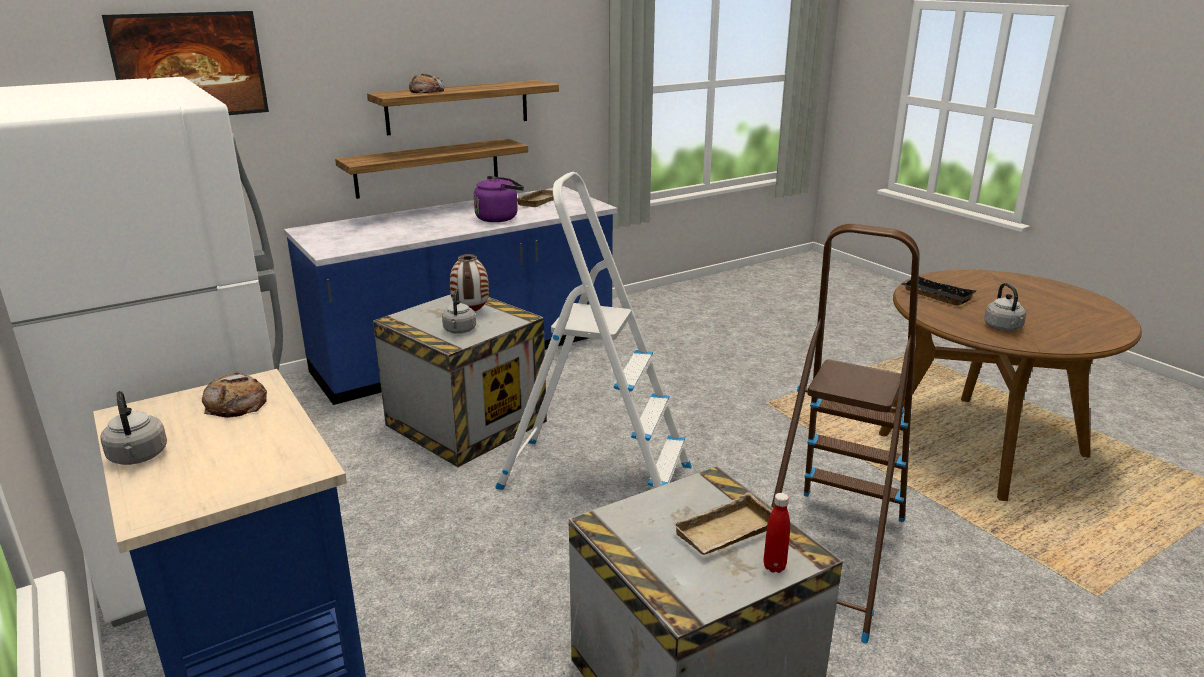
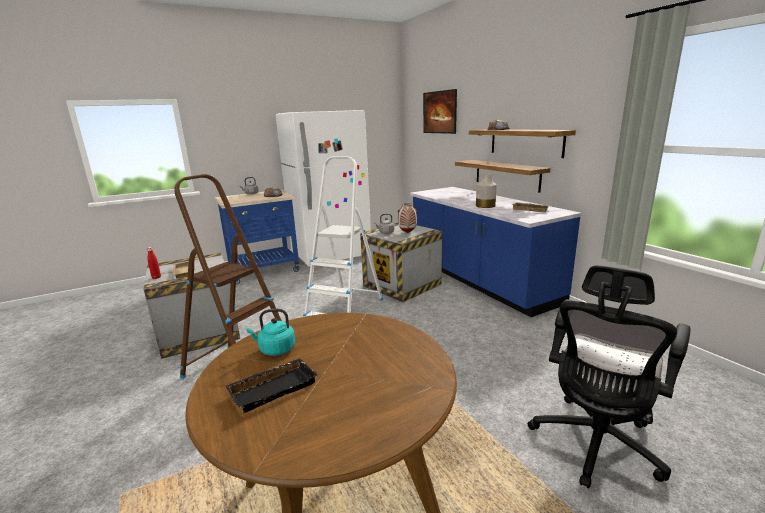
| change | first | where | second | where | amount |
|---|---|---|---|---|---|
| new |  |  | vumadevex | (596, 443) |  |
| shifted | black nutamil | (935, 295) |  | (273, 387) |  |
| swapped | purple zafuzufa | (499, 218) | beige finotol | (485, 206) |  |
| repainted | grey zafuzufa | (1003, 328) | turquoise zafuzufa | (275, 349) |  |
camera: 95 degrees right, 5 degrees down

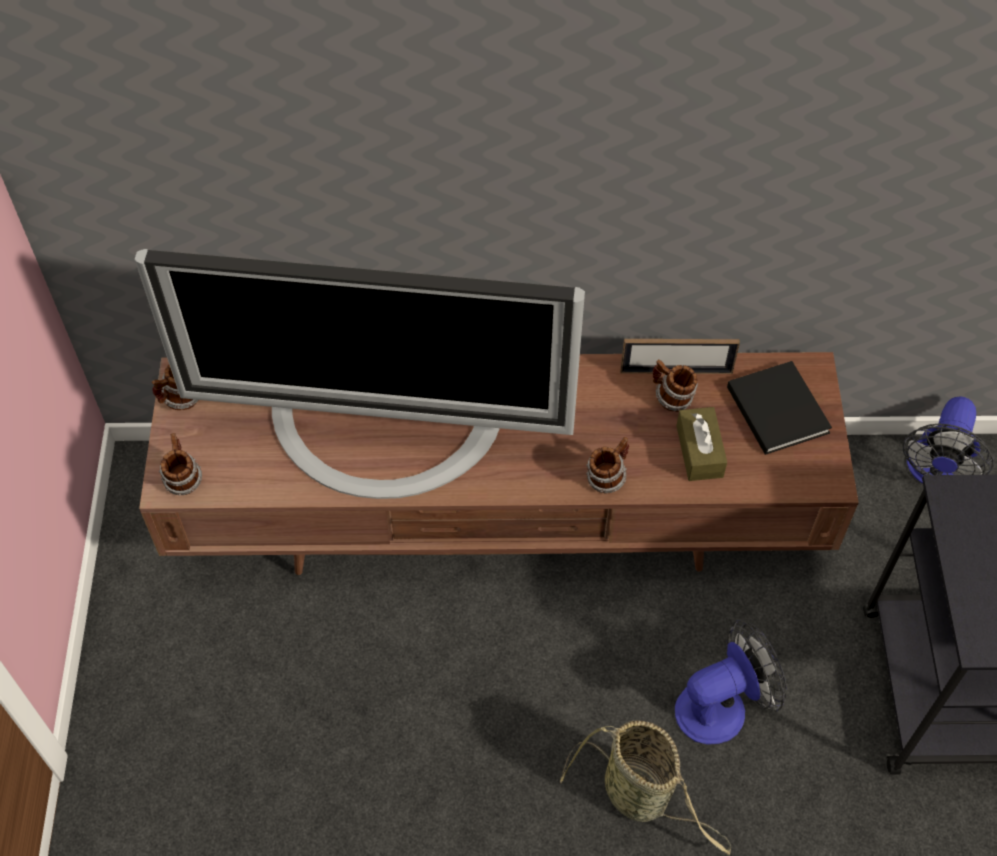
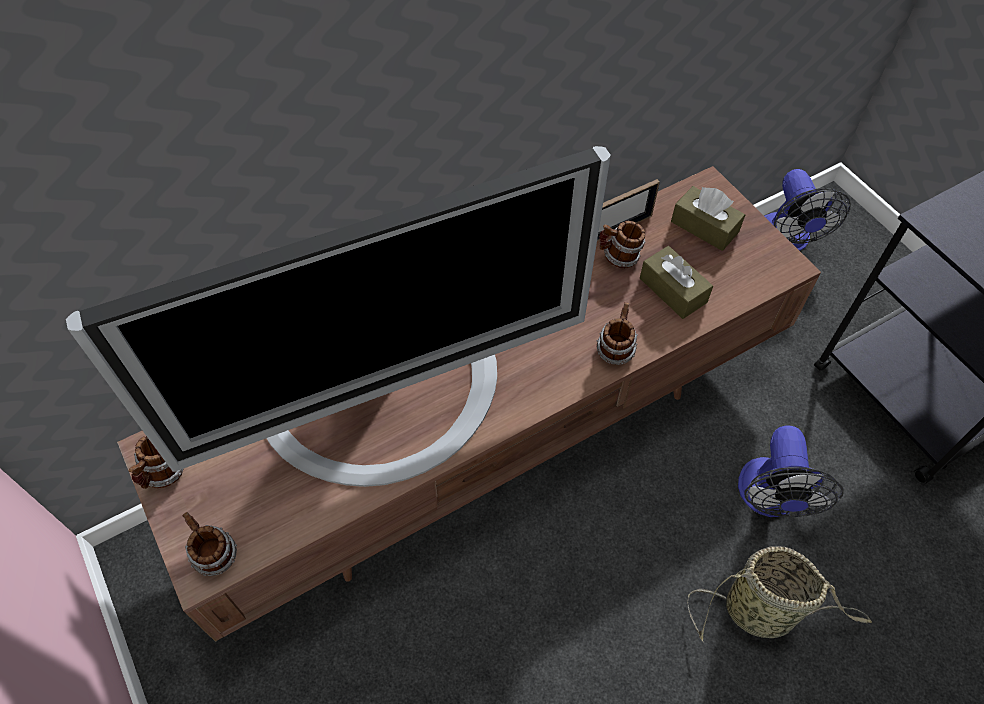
| change | first | where | second | where | amount |
|---|---|---|---|---|---|
| swapped | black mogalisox | (776, 407) | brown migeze | (704, 227) |  |
| rotated | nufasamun | (722, 706) |  | (770, 499) | 150 degrees clockwise |
camera: 30 degrees left, 0 degrees up

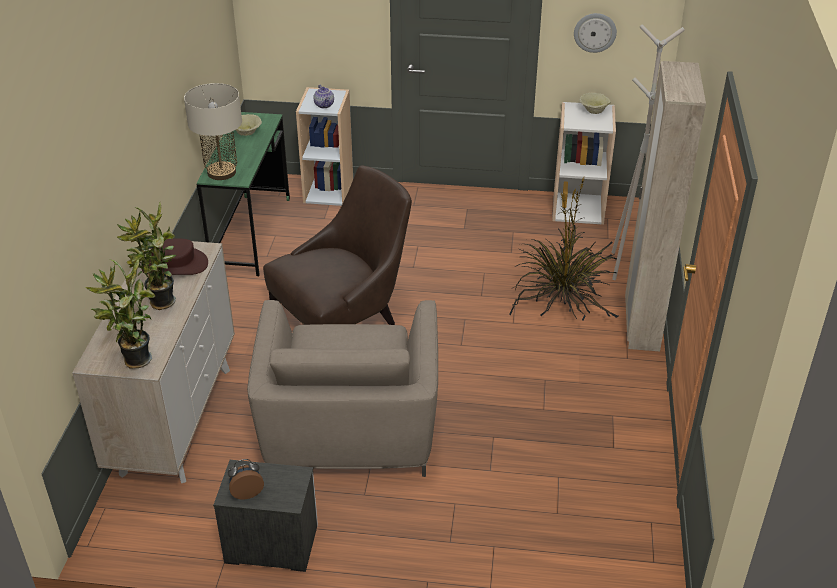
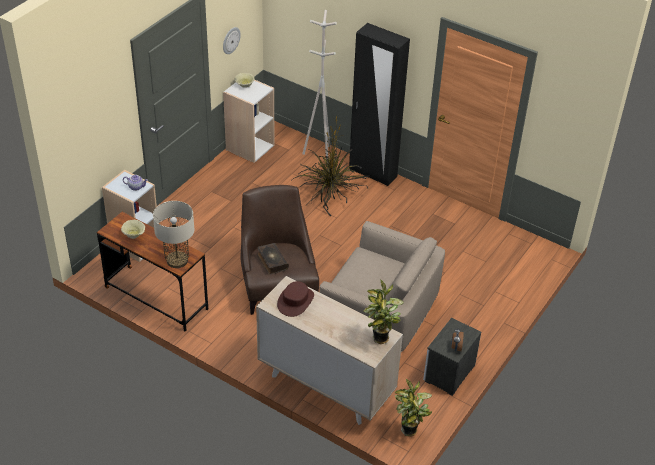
| change | first | where | second | where | amount |
|---|---|---|---|---|---|
| new |  |  | mogalisox | (272, 262) |  |
| shifted | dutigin | (159, 303) |  | (409, 432) |  |
| repainted | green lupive | (251, 234) | brown lupive | (156, 298) |  |
| repainted | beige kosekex | (641, 325) | black kosekex | (372, 173) |  |
camera: 65 degrees left, 5 degrees up

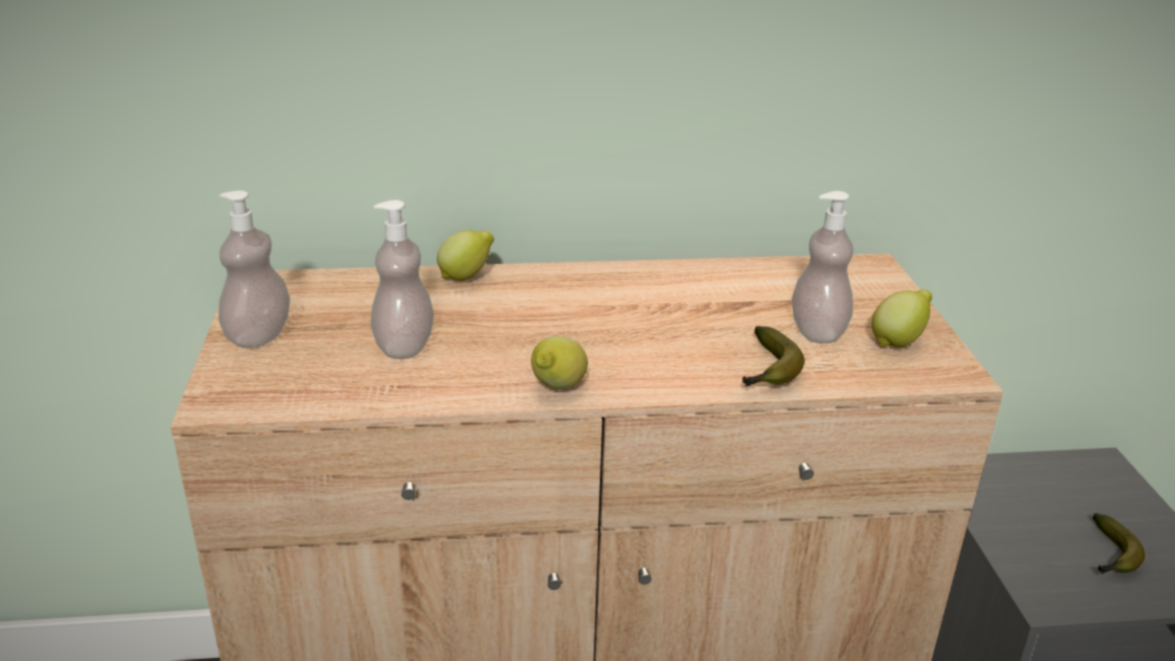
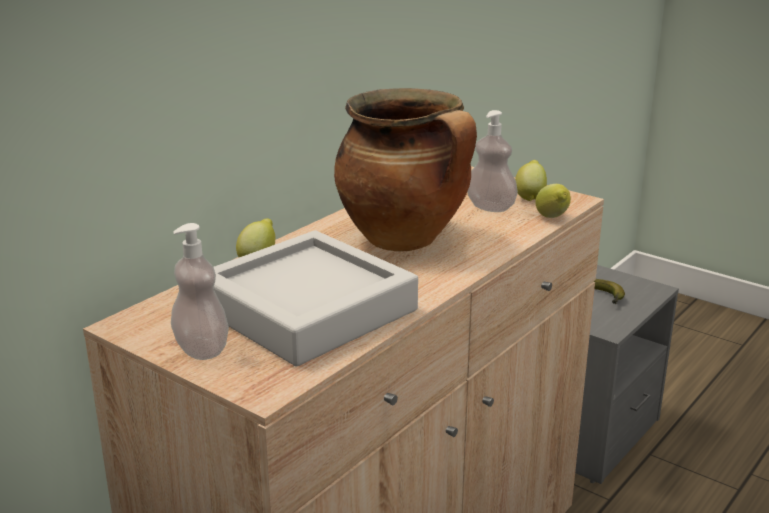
| change | first | where | second | where | amount |
|---|---|---|---|---|---|
| gone | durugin | (768, 371) |  |  |  |
| new |  |  | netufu | (405, 240) |  |
| shifted | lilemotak | (557, 389) |  | (552, 218) |  |
| swapped | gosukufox | (404, 346) | grey nutamil | (307, 309) |  |
camera: 45 degrees left, 5 degrees down

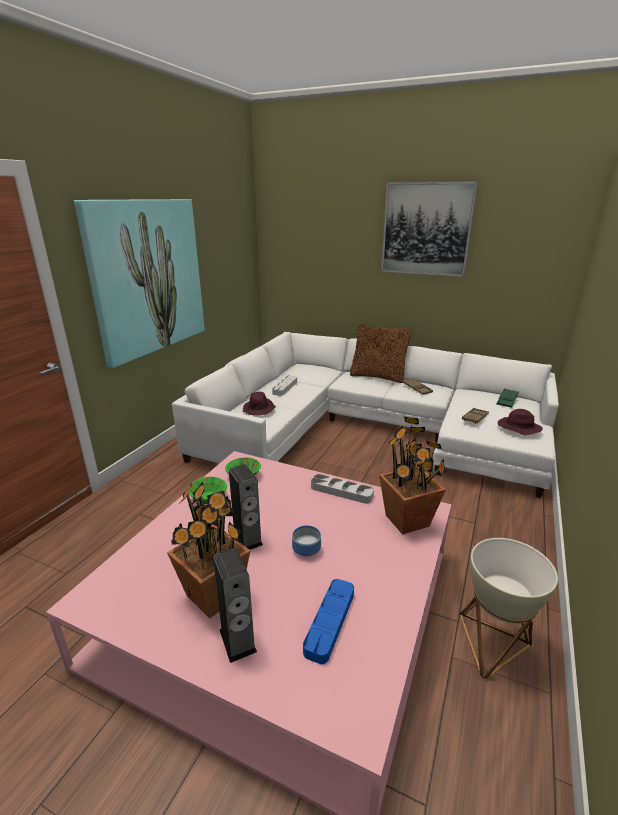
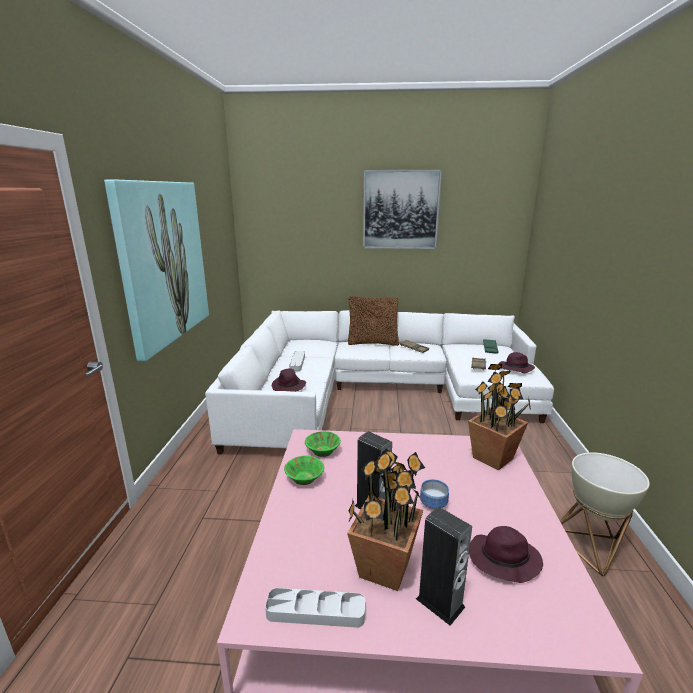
| change | first | where | second | where | amount |
|---|---|---|---|---|---|
| shifted | grey nutamil | (341, 491) |  | (316, 611) |  |
| swapped | blue nutamil | (330, 622) | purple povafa | (503, 560) |  |
camera: 20 degrees left, 5 degrees down

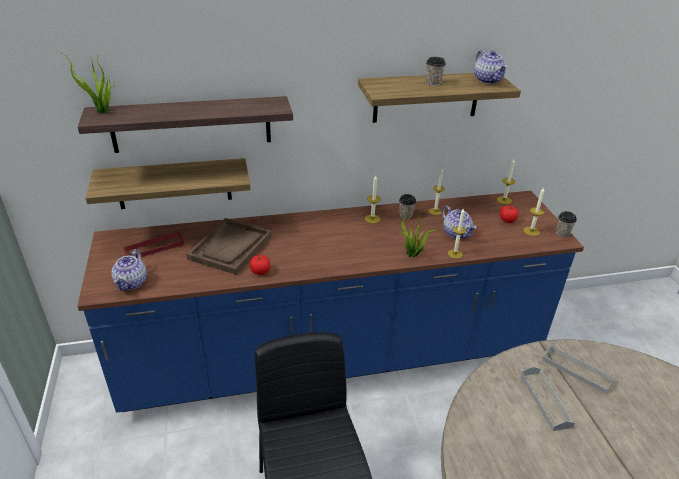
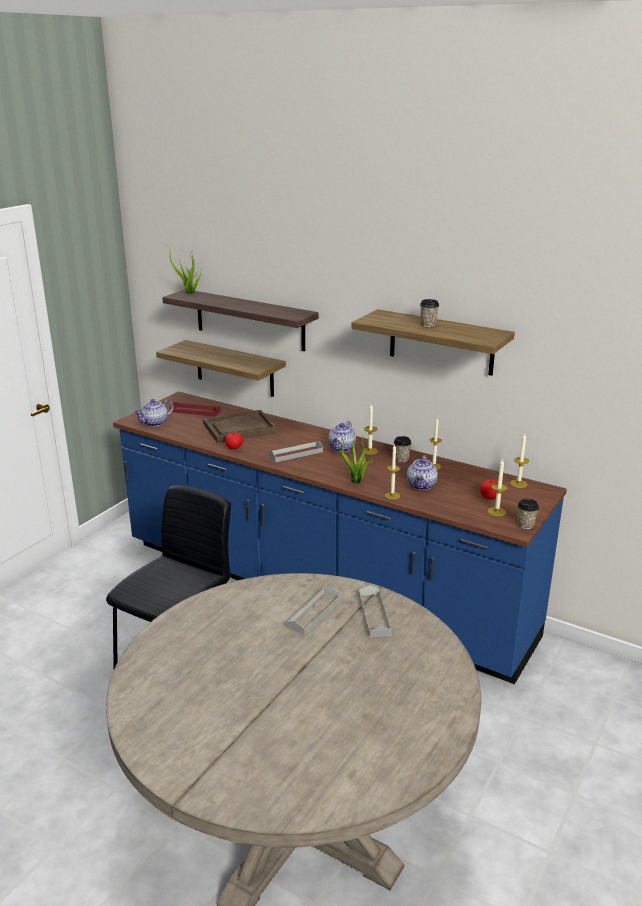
| change | first | where | second | where | amount |
|---|---|---|---|---|---|
| new |  |  | grey nutamil | (296, 453) |  |
| shifted | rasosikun | (488, 80) |  | (342, 448) |  |
camera: 45 degrees right, 10 degrees down

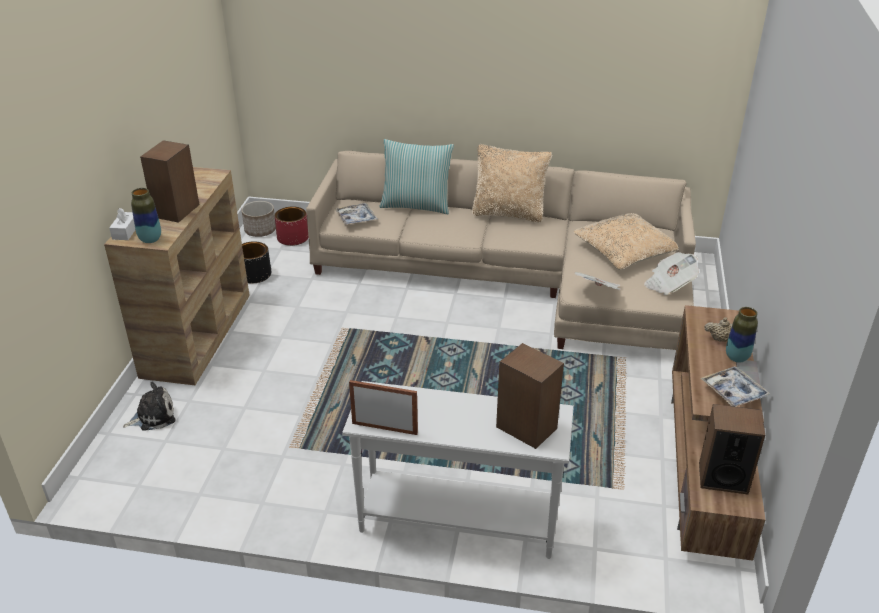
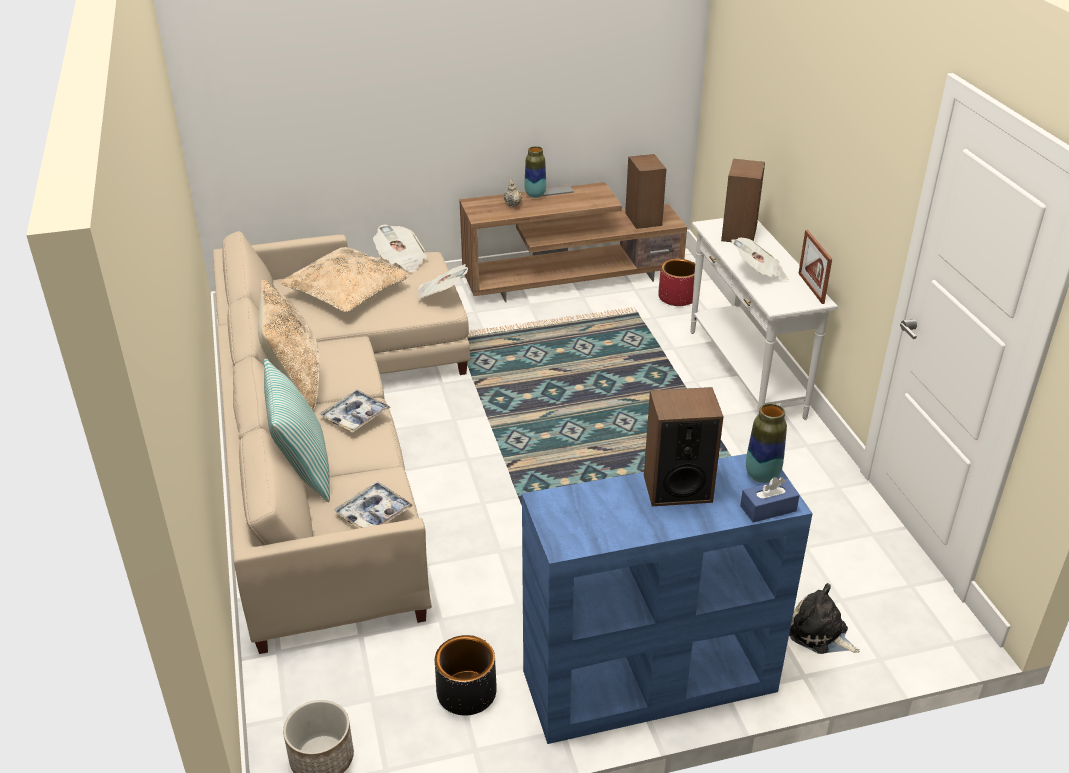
| change | first | where | second | where | amount |
|---|---|---|---|---|---|
| new |  |  | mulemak | (759, 273) |  |
| shifted | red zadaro | (293, 238) |  | (677, 297) |  |
| shifted | nutamil | (733, 392) |  | (355, 416) |  |
| repainted | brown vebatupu | (196, 334) | blue vebatupu | (650, 683) |  |
| repainted | white migeze | (126, 231) | blue migeze | (768, 508) |  |
camera: 115 degrees left, 0 degrees up

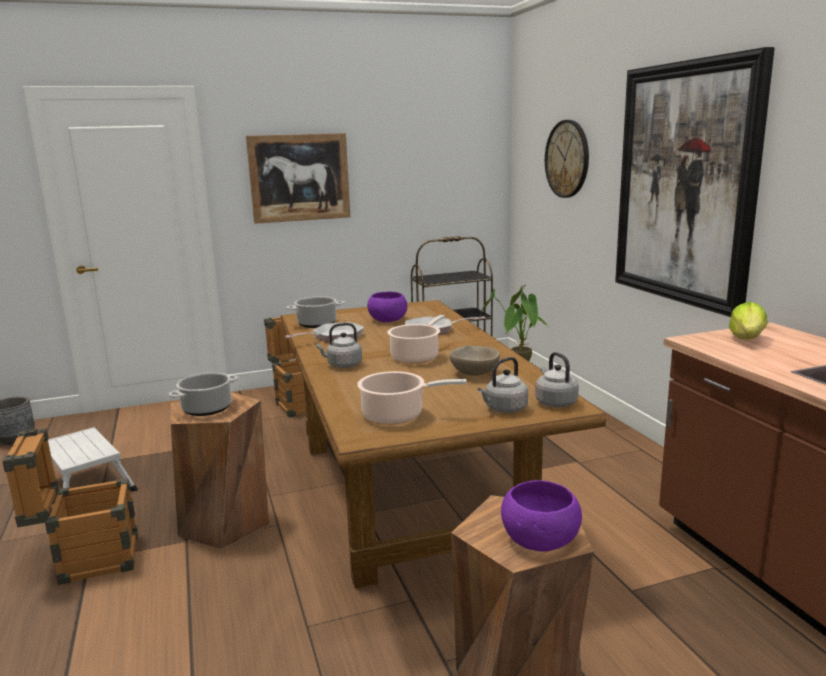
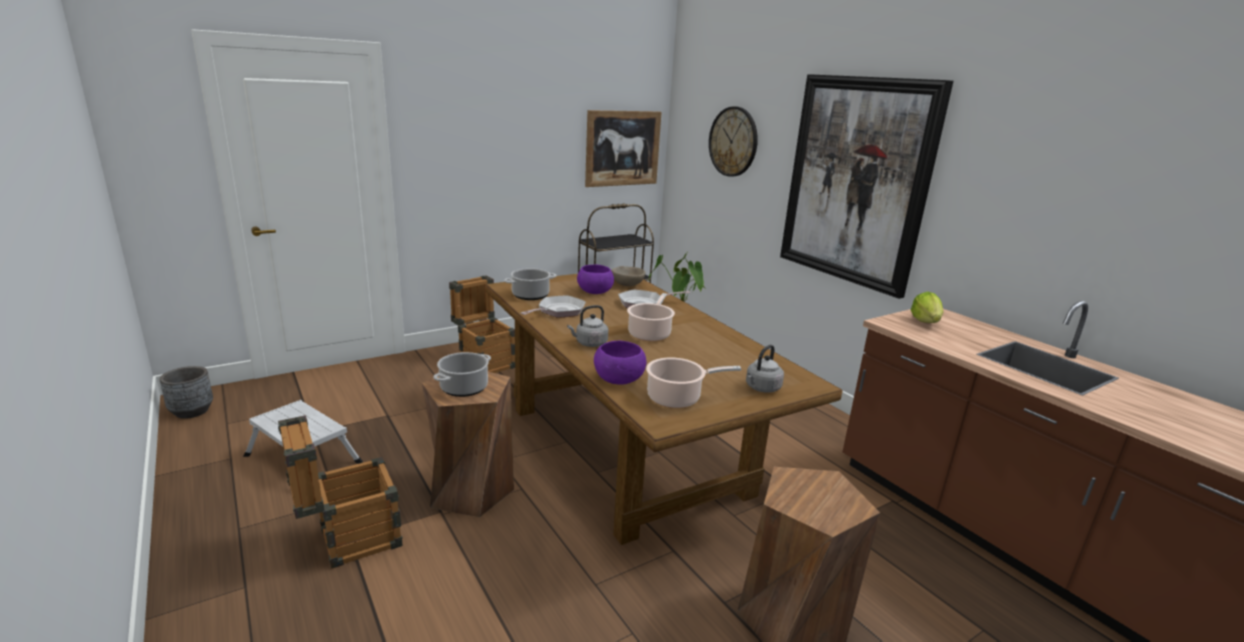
| change | first | where | second | where | amount |
|---|---|---|---|---|---|
| gone | grey zafuzufa | (554, 402) |  |  |  |
| shifted | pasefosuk | (299, 178) |  | (623, 148) |  |
| shifted | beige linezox | (475, 373) |  | (628, 285) |  |
| shifted | purple linezox | (540, 540) |  | (619, 379) |  |
camera: 15 degrees left, 5 degrees up

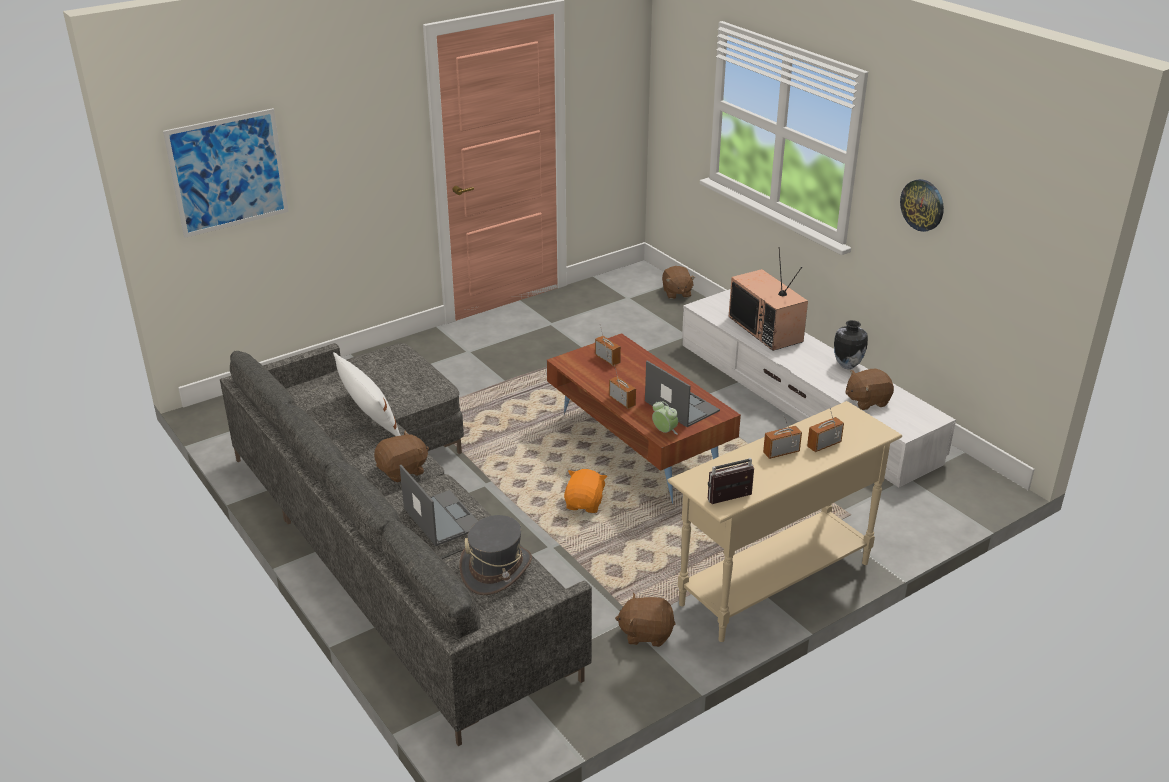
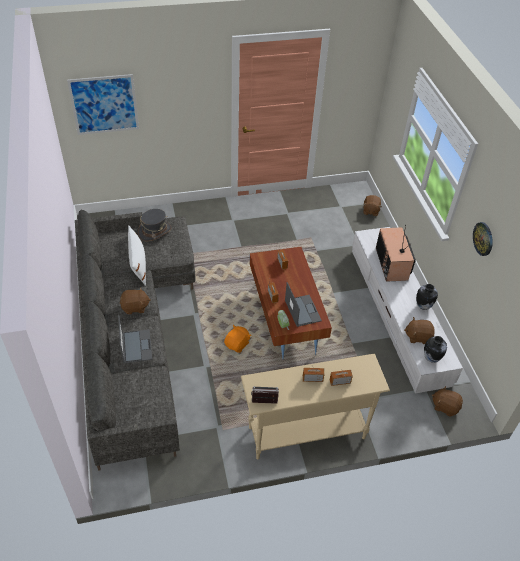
| change | first | where | second | where | amount |
|---|---|---|---|---|---|
| new |  |  | finotol | (431, 358) |  |
| shifted | grey povafa | (496, 569) |  | (155, 231) |  |
| shifted | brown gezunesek | (646, 633) |  | (445, 406) |  |
camera: 20 degrees right, 15 degrees up

